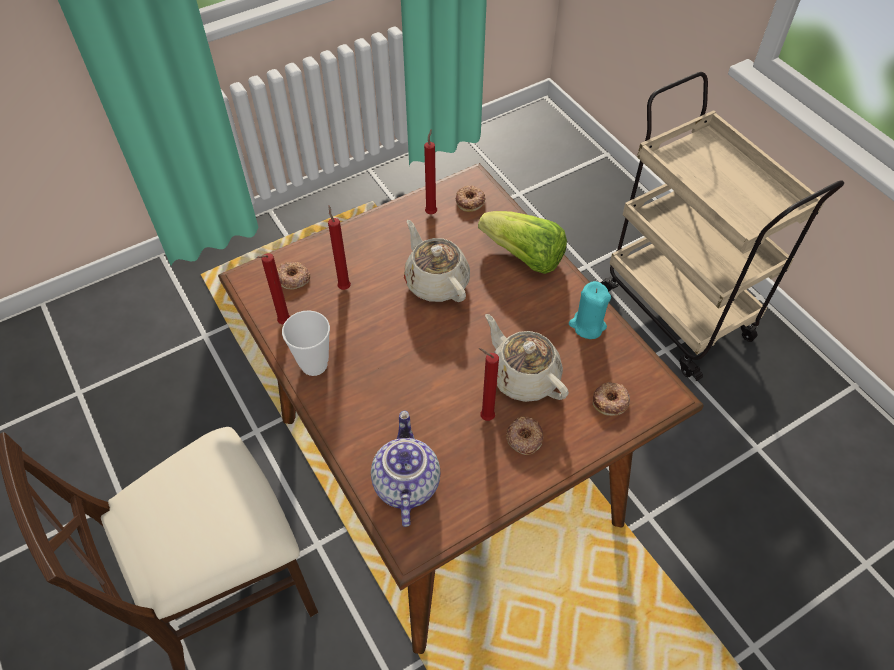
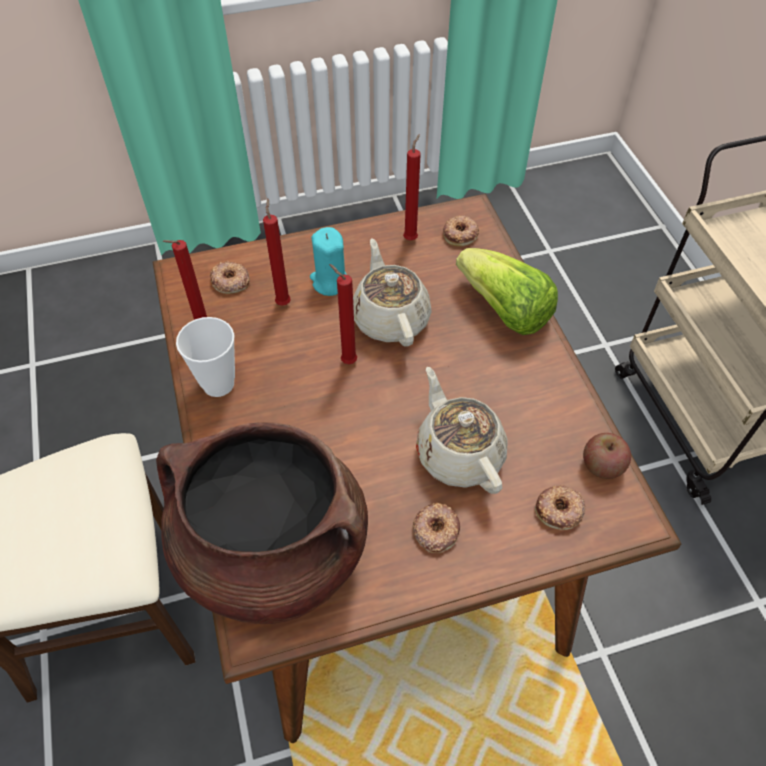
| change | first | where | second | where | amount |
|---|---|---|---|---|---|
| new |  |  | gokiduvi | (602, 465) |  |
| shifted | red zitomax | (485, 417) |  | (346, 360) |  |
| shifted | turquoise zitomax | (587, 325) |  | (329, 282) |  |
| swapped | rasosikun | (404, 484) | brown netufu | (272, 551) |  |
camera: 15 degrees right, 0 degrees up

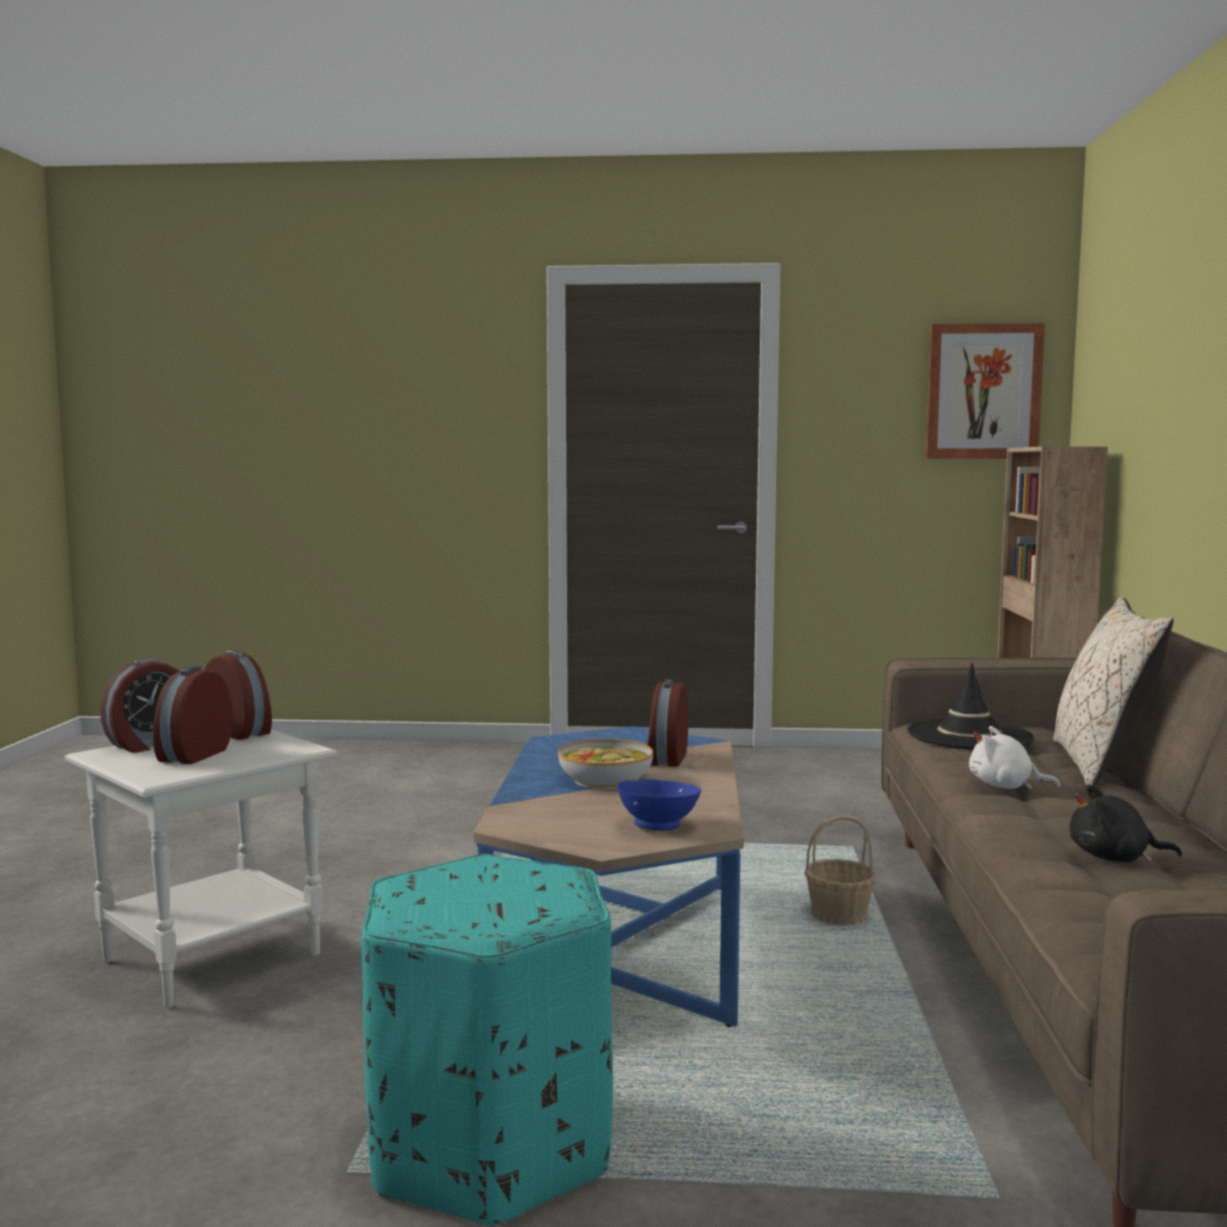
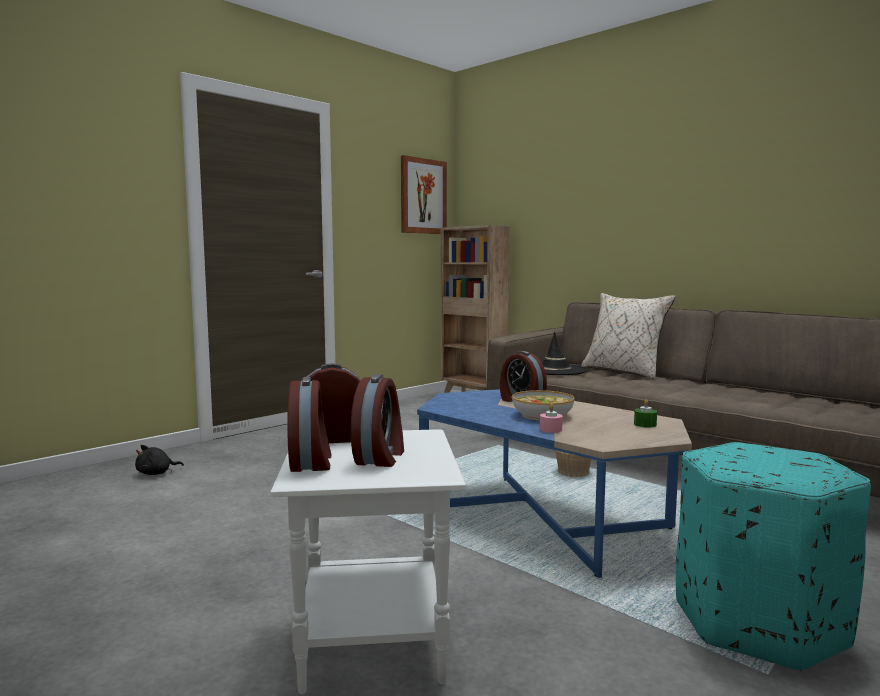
| change | first | where | second | where | amount |
|---|---|---|---|---|---|
| gone | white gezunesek | (1005, 786) |  |  |  |
| new |  |  | pink zitomax | (550, 429) |  |
| shifted | black gezunesek | (1114, 858) |  | (156, 473) |  |
| swapped | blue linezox | (659, 826) | green zitomax | (645, 424) |  |
| rotated | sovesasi | (192, 755) |  | (380, 457) | 135 degrees counterclockwise |
camera: 50 degrees left, 0 degrees up

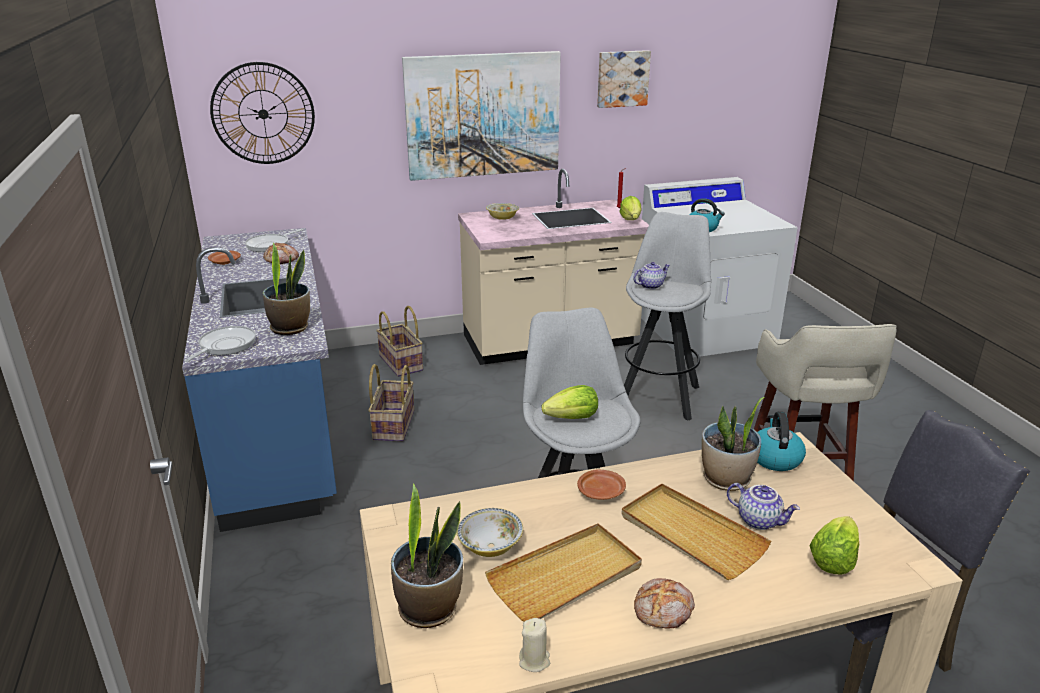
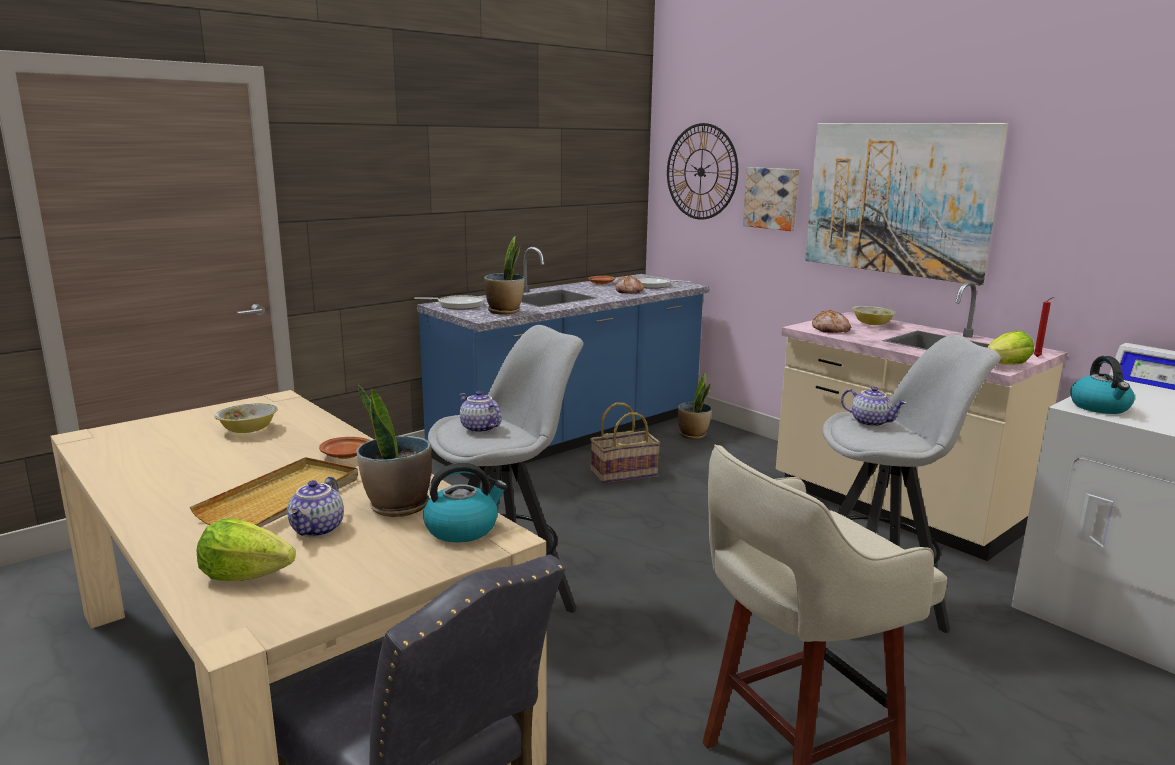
| change | first | where | second | where | amount |
|---|---|---|---|---|---|
| gone | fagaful | (402, 363) |  |  |  |
| gone | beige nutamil | (566, 576) |  |  |  |
| gone | beige zitomax | (534, 660) |  |  |  |
| shifted | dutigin | (429, 608) |  | (693, 435) |  |
| shifted | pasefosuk | (622, 78) |  | (772, 198) |  |
| shifted | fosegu | (664, 610) |  | (831, 330) |  |
| swapped | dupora | (572, 418) | rasosikun | (479, 428) |  |
camera: 65 degrees right, 10 degrees down

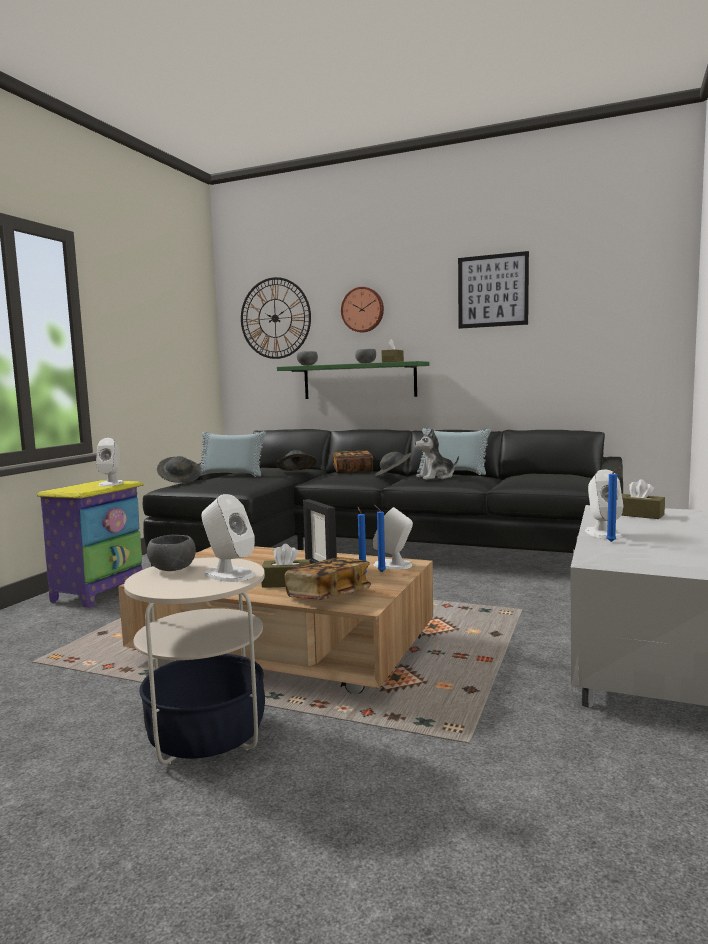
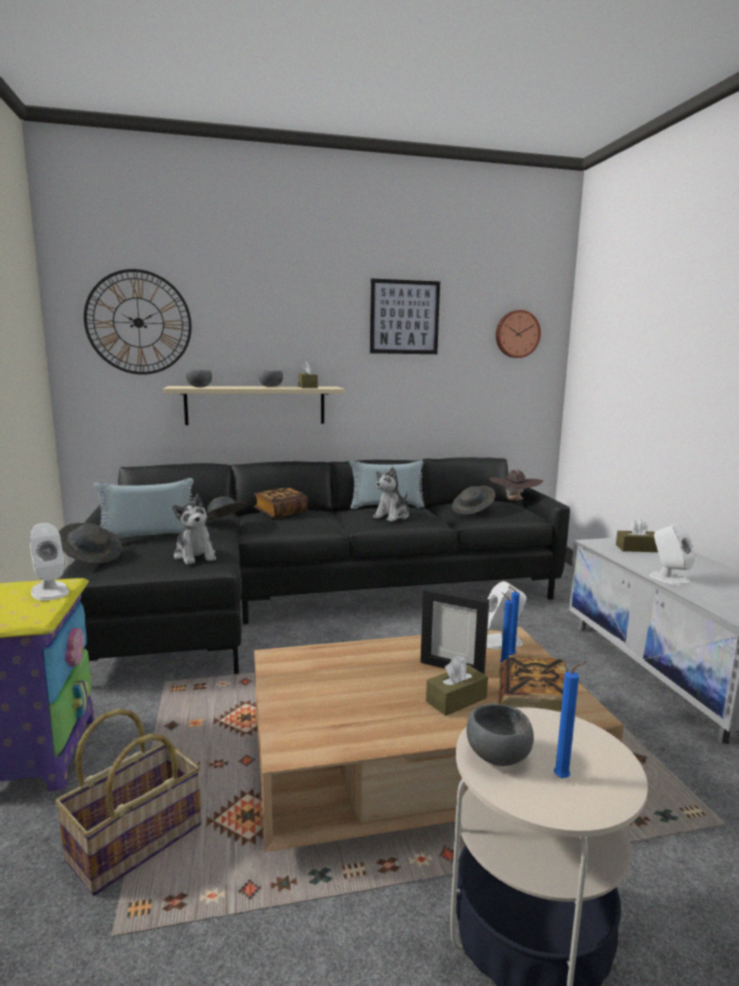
| change | first | where | second | where | amount |
|---|---|---|---|---|---|
| gone | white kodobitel | (228, 574) |  |  |  |
| new |  |  | fagaful | (135, 840) |  |
| new |  |  | gezunesek | (195, 556) |  |
| new |  |  | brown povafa | (514, 501) |  |
| shifted | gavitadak | (363, 310) |  | (517, 334) |  |
| shifted | grey povafa | (393, 475) |  | (473, 511) |  |
| shifted | blue zitomax | (612, 542) |  | (564, 778) |  |
| repainted | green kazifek | (359, 381) | beige kazifek | (255, 405) |  |
camera: 35 degrees left, 5 degrees up

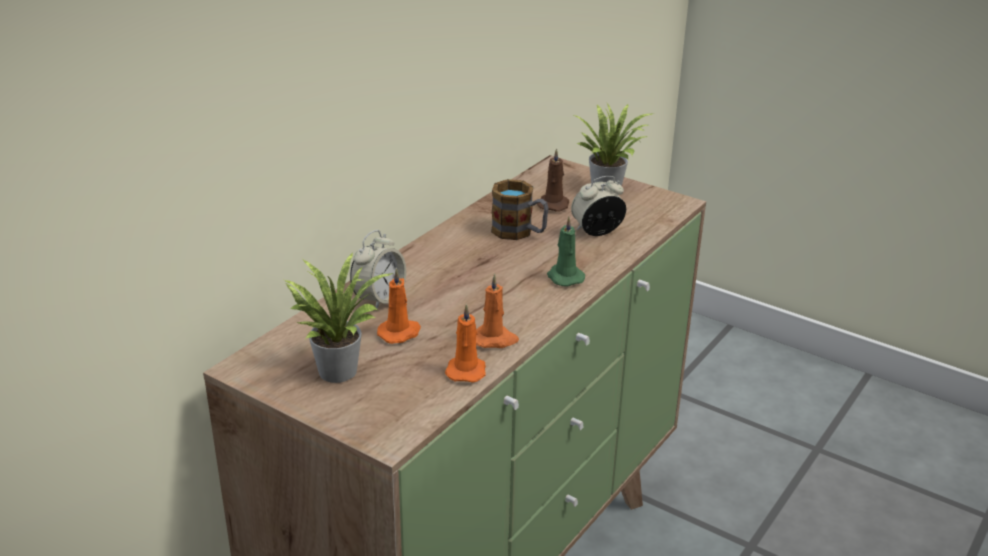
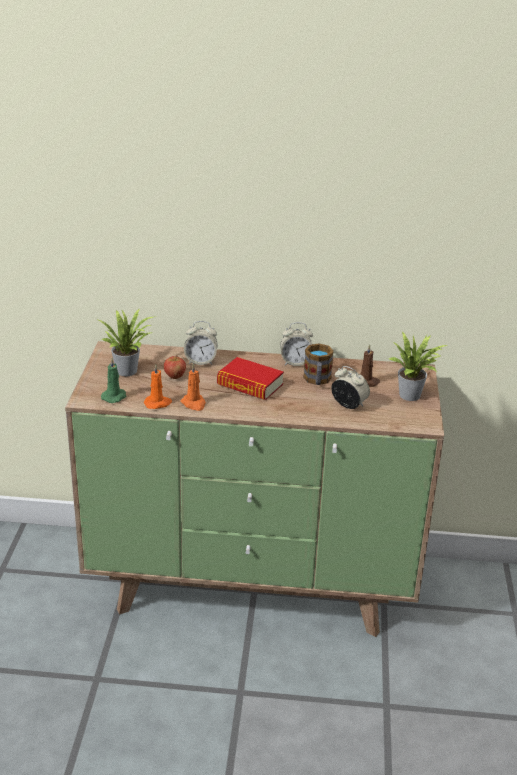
| change | first | where | second | where | amount |
|---|---|---|---|---|---|
| new |  |  | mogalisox | (250, 385) |  |
| new |  |  | sovesasi | (295, 362) |  |
| shifted | green zitomax | (564, 277) |  | (114, 397) |  |
| swapped | orange zitomax | (400, 333) | gokiduvi | (174, 376) |  |
camera: 60 degrees right, 0 degrees up

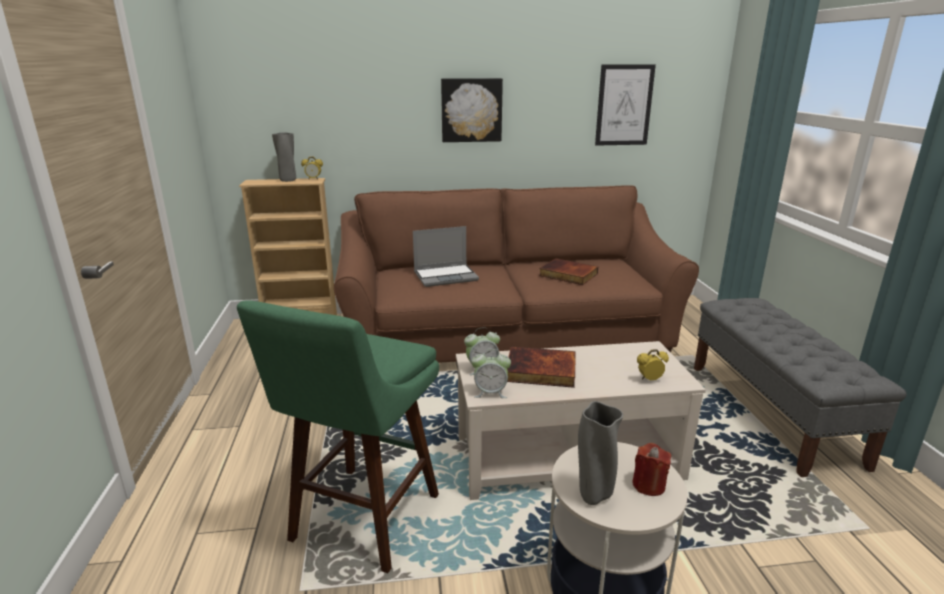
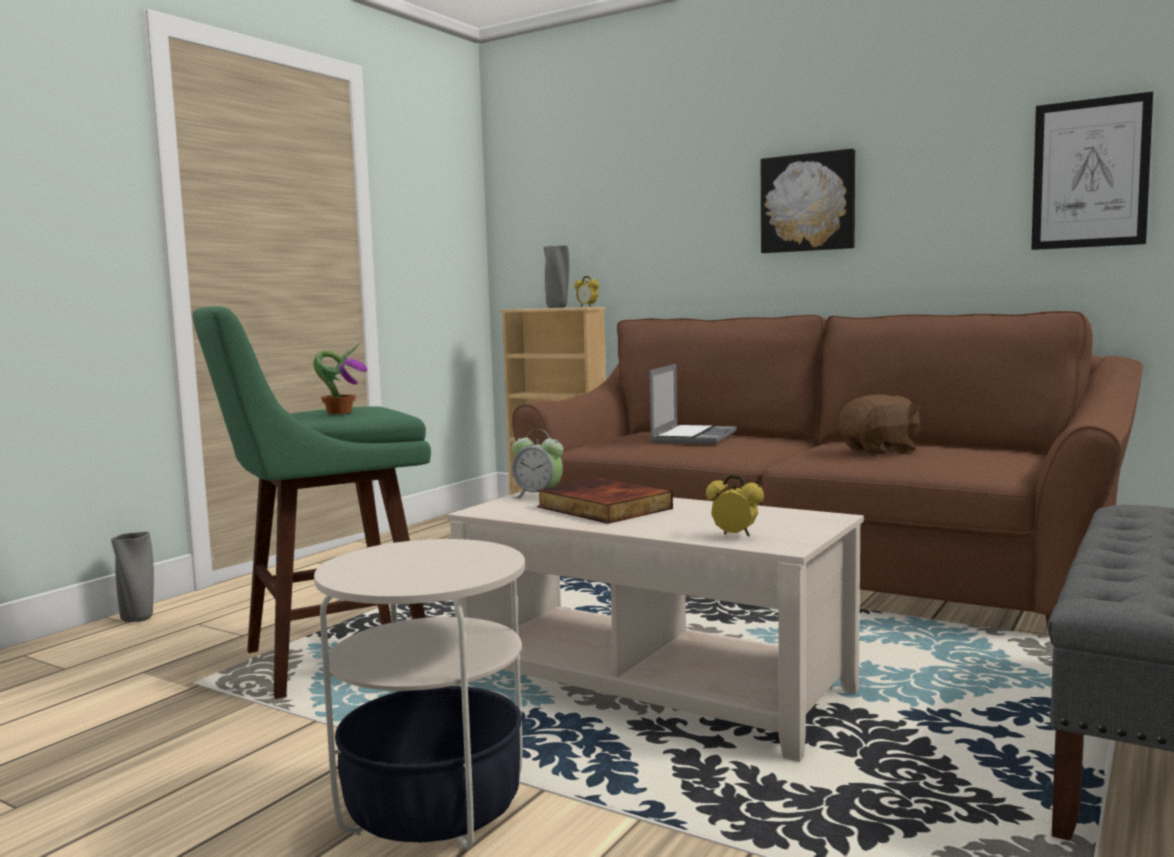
| change | first | where | second | where | amount |
|---|---|---|---|---|---|
| gone | sovesasi | (490, 392) |  |  |  |
| gone | red zitomax | (648, 485) |  |  |  |
| new |  |  | dutigin | (338, 412) |  |
| shifted | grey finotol | (594, 496) |  | (138, 619) |  |
| swapped | mogalisox | (567, 275) | brown gezunesek | (880, 450) |  |
| rotated | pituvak | (446, 276) |  | (693, 437) | 90 degrees counterclockwise |
camera: 40 degrees right, 15 degrees down

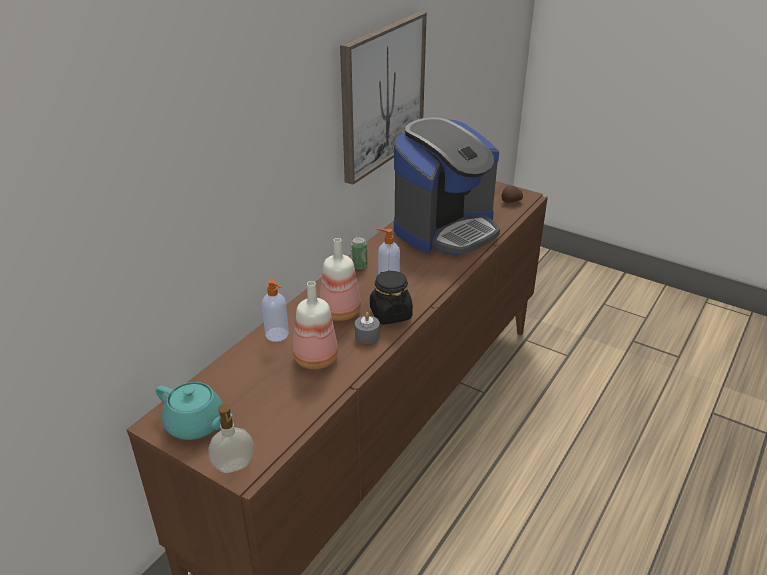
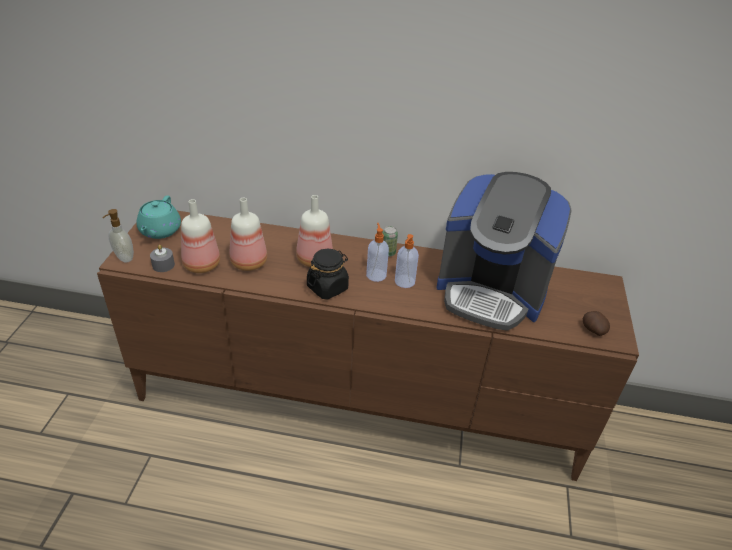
| change | first | where | second | where | amount |
|---|---|---|---|---|---|
| gone | pasefosuk | (381, 95) |  |  |  |
| new |  |  | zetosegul | (200, 264) |  |
| shifted | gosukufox | (277, 335) |  | (404, 282) |  |
| shifted | grey zitomax | (367, 336) |  | (163, 265) |  |
camera: 65 degrees right, 5 degrees up

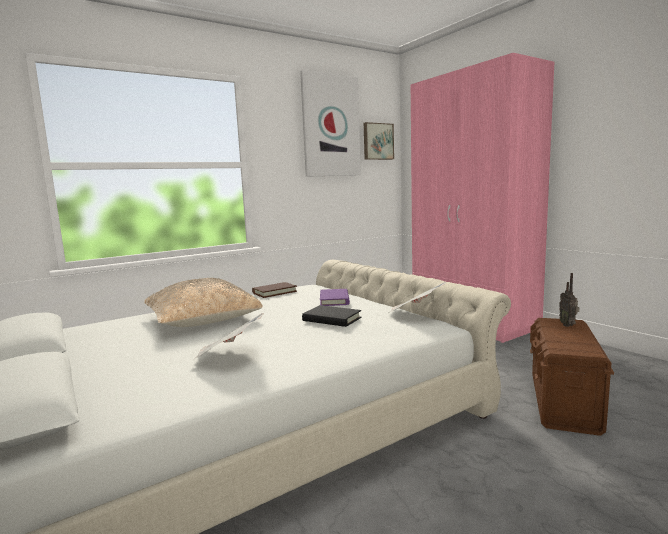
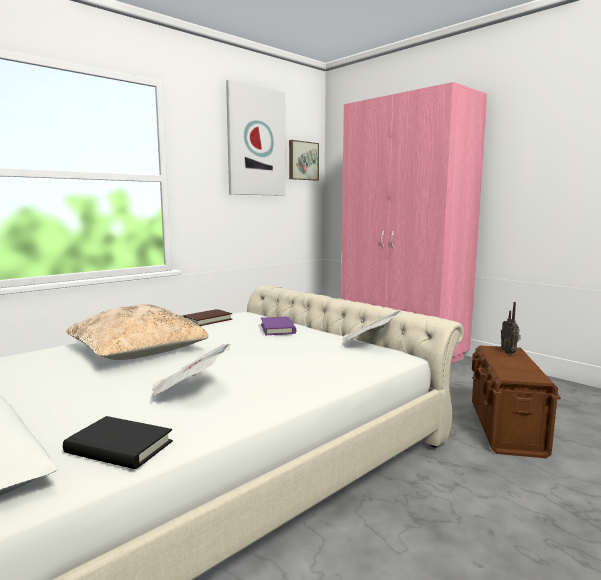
| change | first | where | second | where | amount |
|---|---|---|---|---|---|
| shifted | black mogalisox | (331, 319) |  | (119, 447) |  |
camera: 10 degrees left, 0 degrees up

